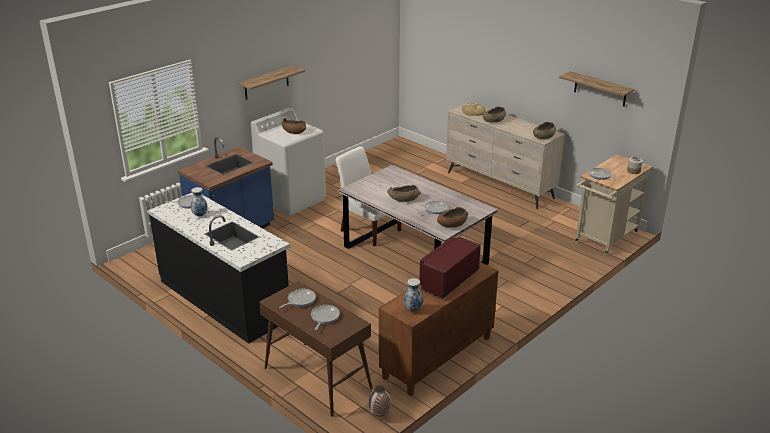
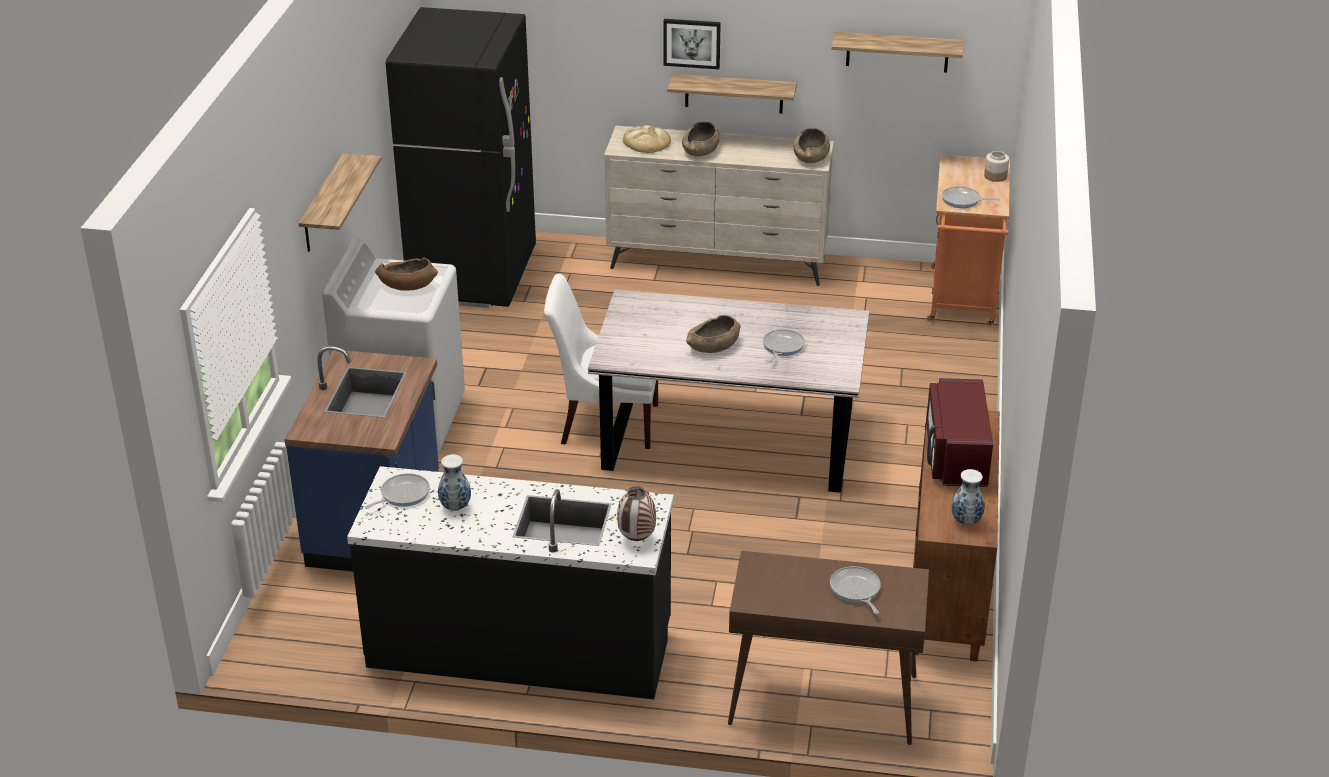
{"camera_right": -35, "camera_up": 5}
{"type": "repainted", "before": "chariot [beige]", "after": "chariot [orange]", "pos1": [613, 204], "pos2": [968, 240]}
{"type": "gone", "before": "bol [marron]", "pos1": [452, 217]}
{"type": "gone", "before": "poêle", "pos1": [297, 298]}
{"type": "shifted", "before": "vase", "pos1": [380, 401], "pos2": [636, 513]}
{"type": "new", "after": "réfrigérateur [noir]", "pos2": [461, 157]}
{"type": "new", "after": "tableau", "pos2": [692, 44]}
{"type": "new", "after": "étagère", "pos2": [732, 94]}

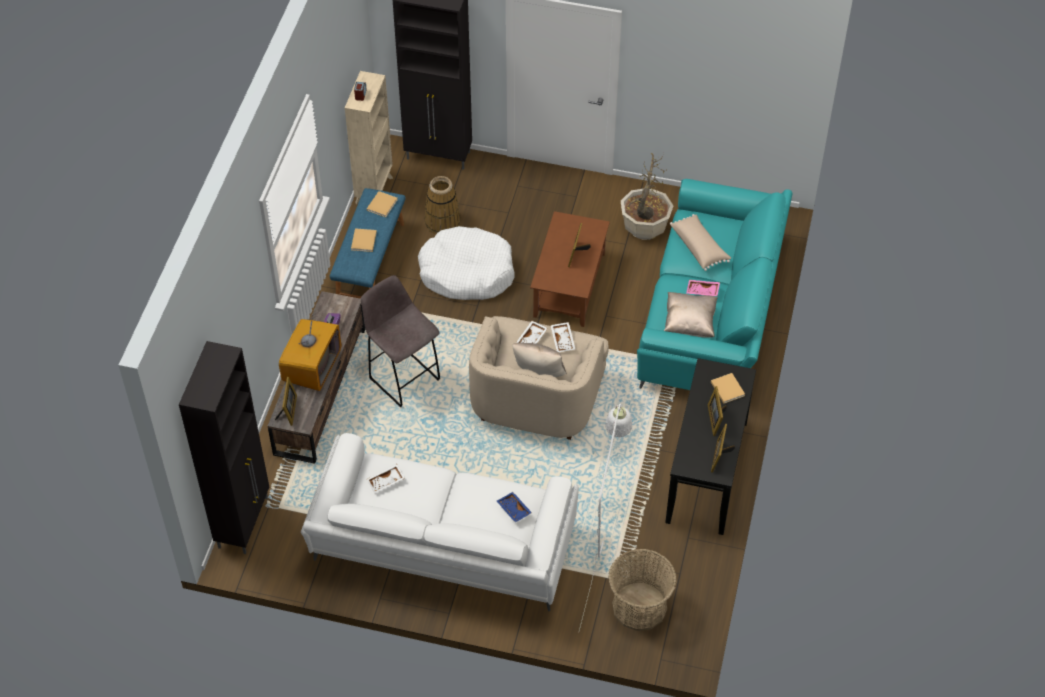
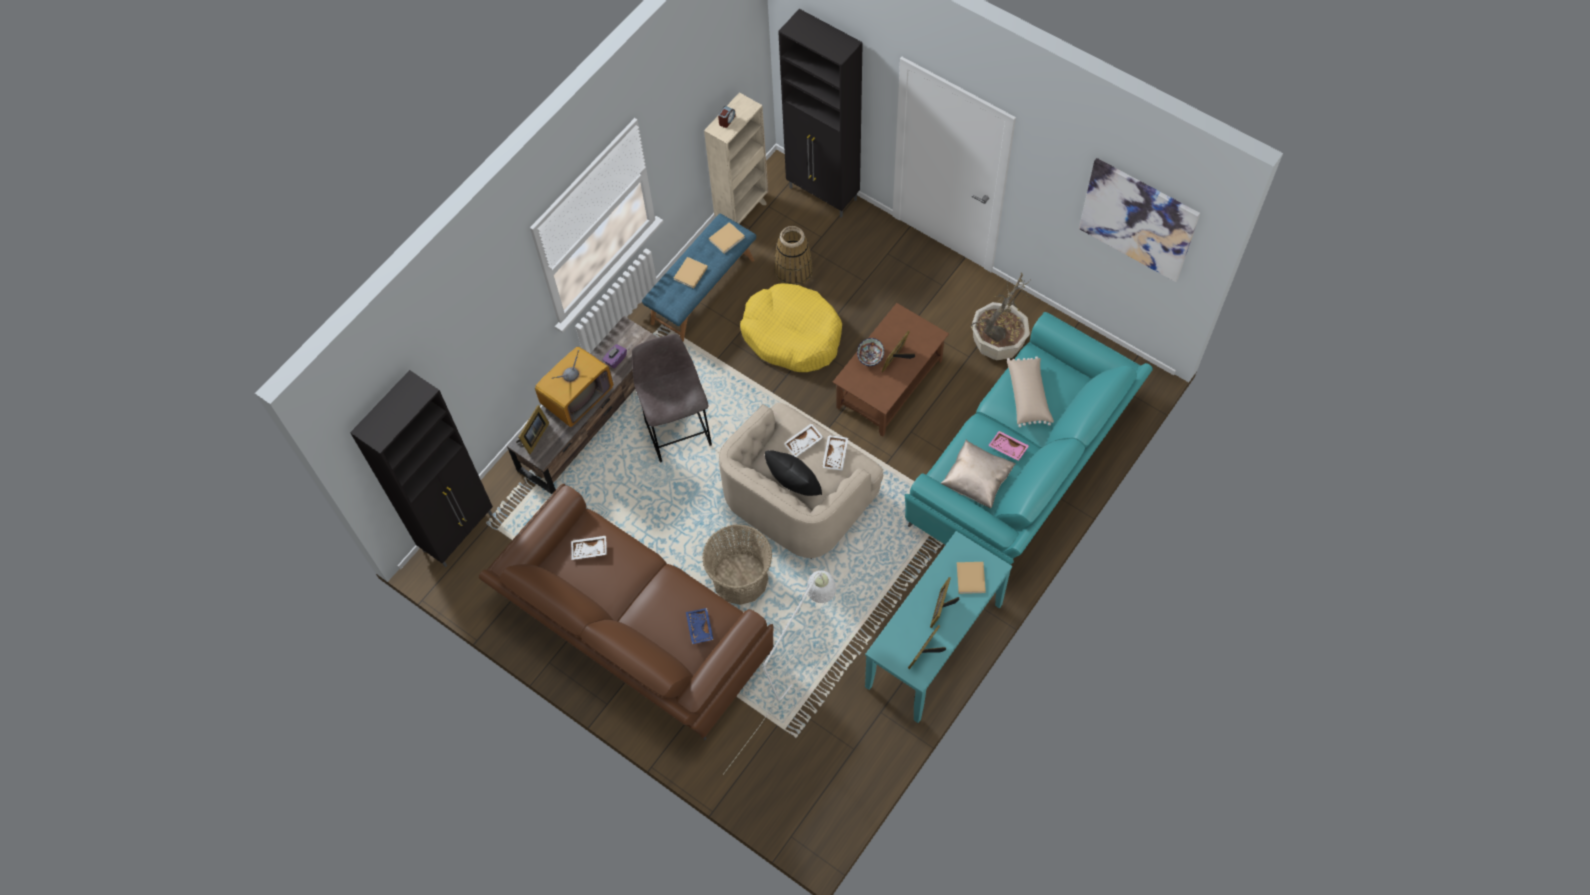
{"camera_right": 25, "camera_up": 10}
{"type": "repainted", "before": "panier pour chien [blanc]", "after": "panier pour chien [jaune]", "pos1": [466, 263], "pos2": [791, 327]}
{"type": "repainted", "before": "coussin [beige]", "after": "coussin [noir]", "pos1": [539, 360], "pos2": [793, 473]}
{"type": "repainted", "before": "table console [noir]", "after": "table console [turquoise]", "pos1": [710, 446], "pos2": [938, 627]}
{"type": "repainted", "before": "canapé [blanc]", "after": "canapé [marron]", "pos1": [440, 522], "pos2": [626, 612]}
{"type": "shifted", "before": "panier", "pos1": [642, 590], "pos2": [737, 564]}
{"type": "new", "after": "tableau", "pos2": [1139, 220]}
{"type": "new", "after": "bol", "pos2": [870, 352]}

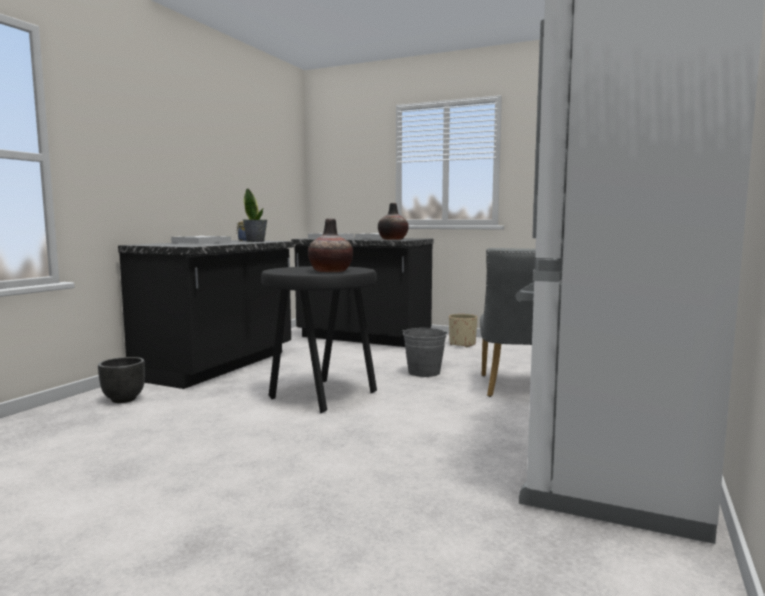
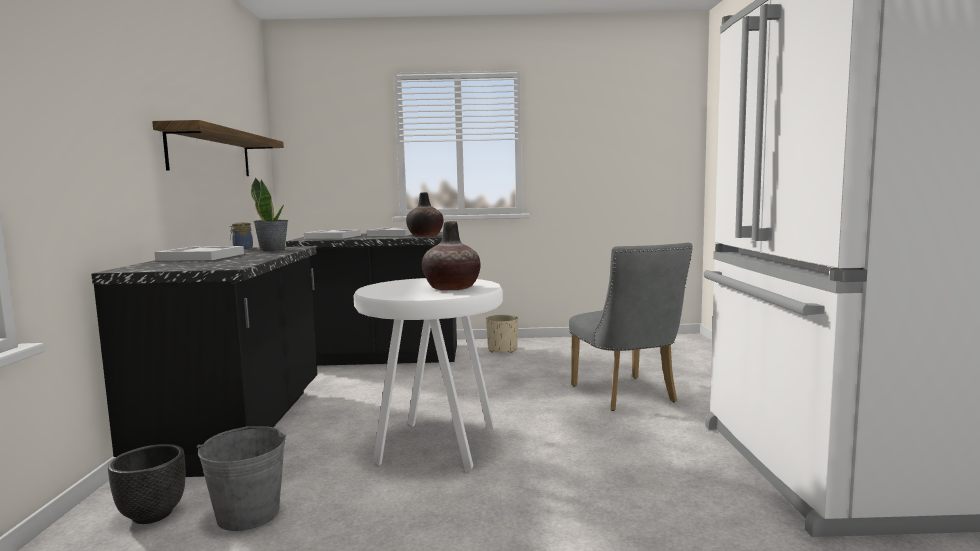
{"camera_right": -25, "camera_up": 0}
{"type": "repainted", "before": "tabouret [noir]", "after": "tabouret [blanc]", "pos1": [319, 339], "pos2": [428, 375]}
{"type": "shifted", "before": "seau [gris]", "pos1": [425, 352], "pos2": [241, 478]}
{"type": "new", "after": "étagère", "pos2": [218, 148]}

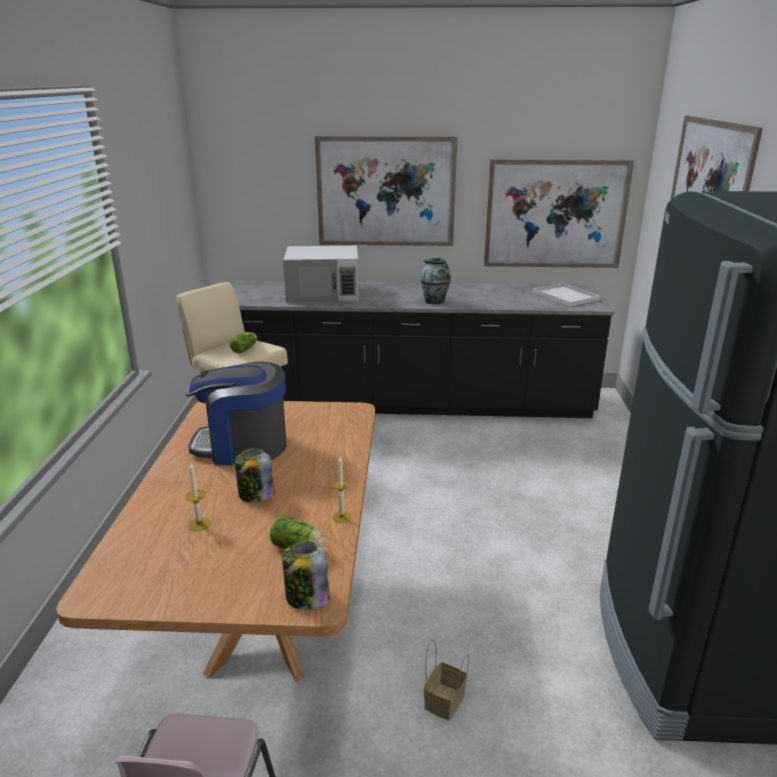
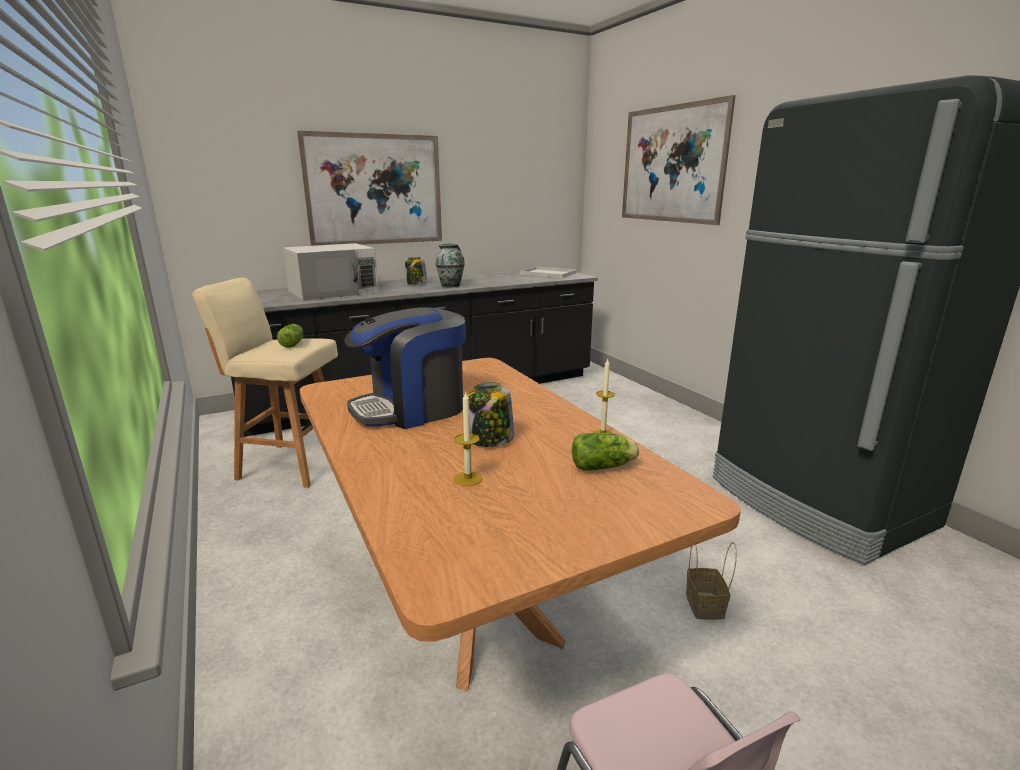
{"camera_right": -30, "camera_up": -5}
{"type": "gone", "before": "tableau", "pos1": [559, 213]}
{"type": "shifted", "before": "bocal", "pos1": [306, 575], "pos2": [416, 271]}

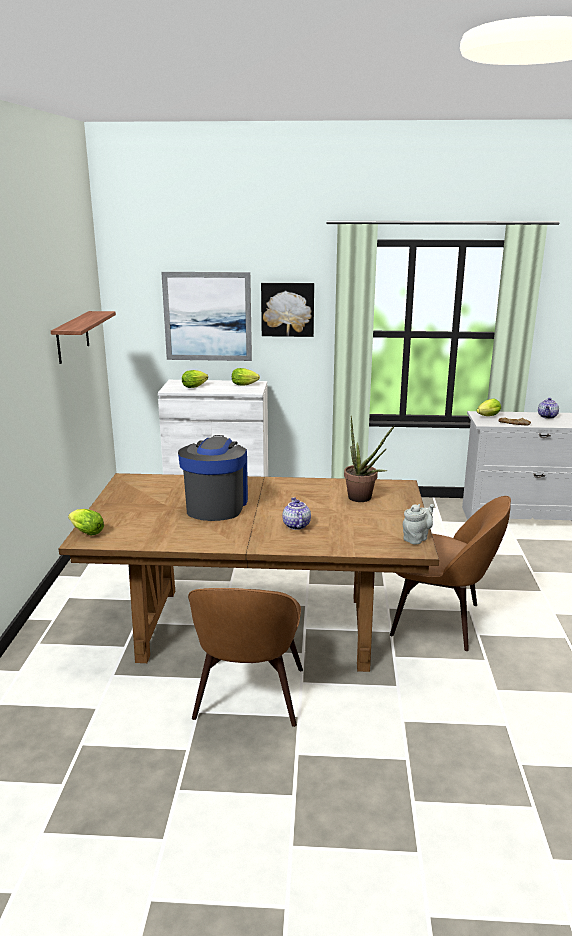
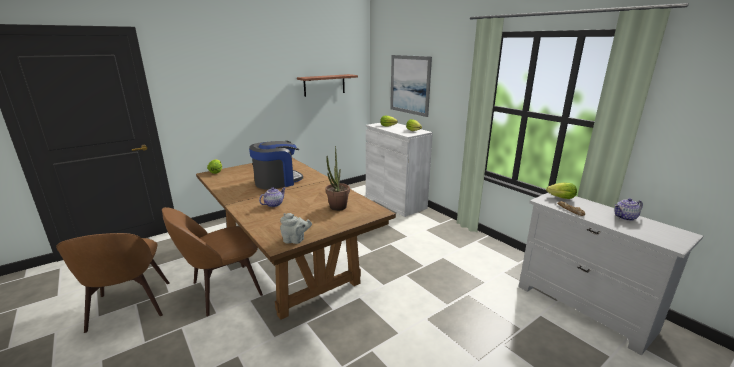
{"camera_right": 50, "camera_up": 0}
{"type": "gone", "before": "tableau", "pos1": [287, 310]}
{"type": "shifted", "before": "chaise [marron]", "pos1": [450, 573], "pos2": [112, 283]}

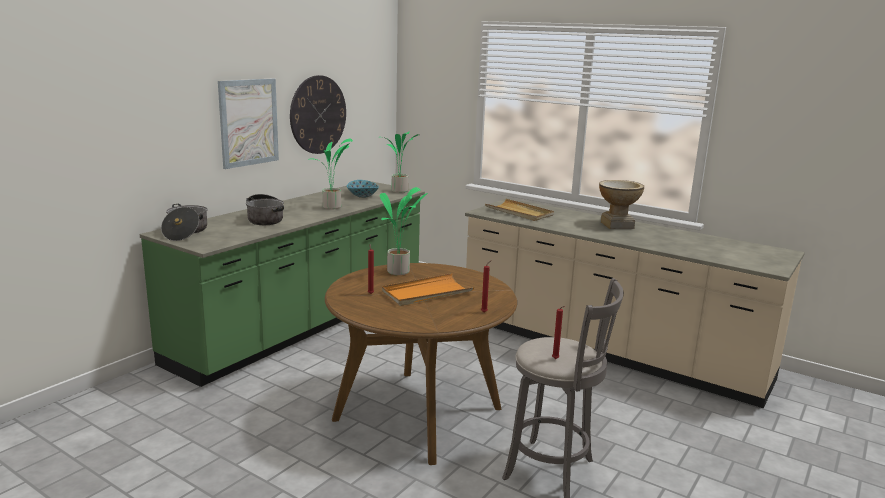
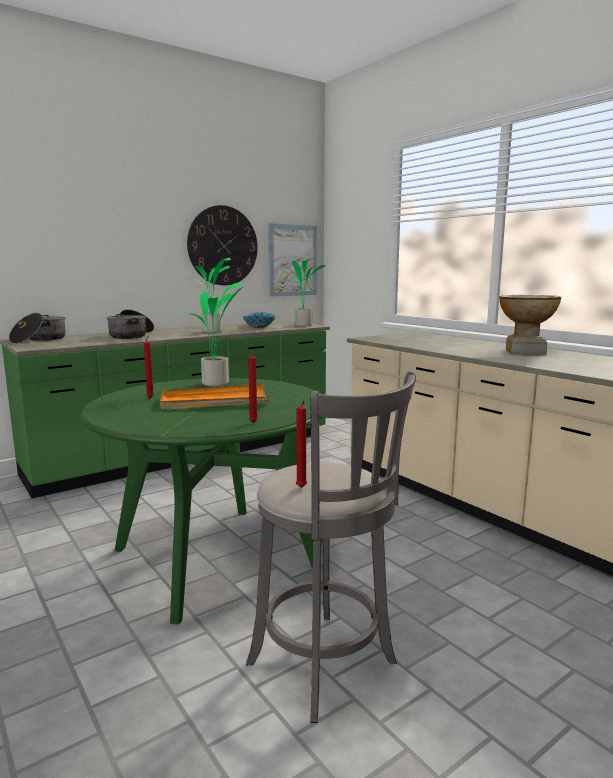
{"camera_right": 20, "camera_up": -5}
{"type": "shifted", "before": "tableau", "pos1": [248, 123], "pos2": [292, 260]}
{"type": "gone", "before": "plateau [beige]", "pos1": [519, 210]}
{"type": "repainted", "before": "table à manger [marron]", "after": "table à manger [vert]", "pos1": [421, 364], "pos2": [201, 501]}

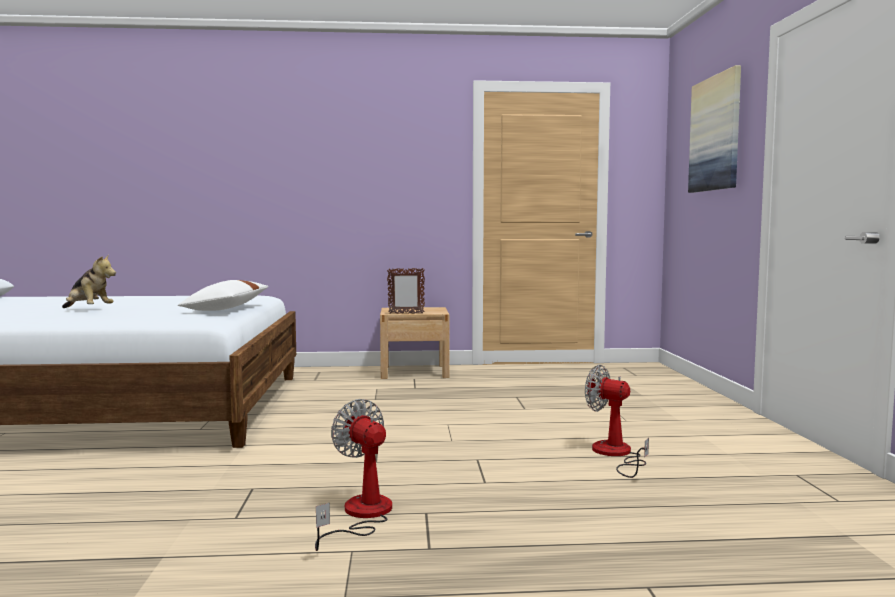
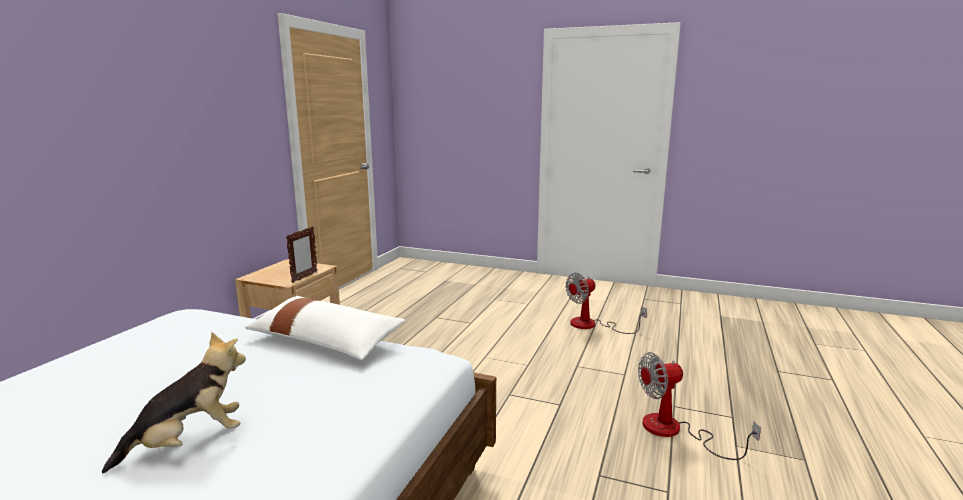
{"camera_right": -65, "camera_up": 10}
{"type": "gone", "before": "tableau", "pos1": [714, 129]}

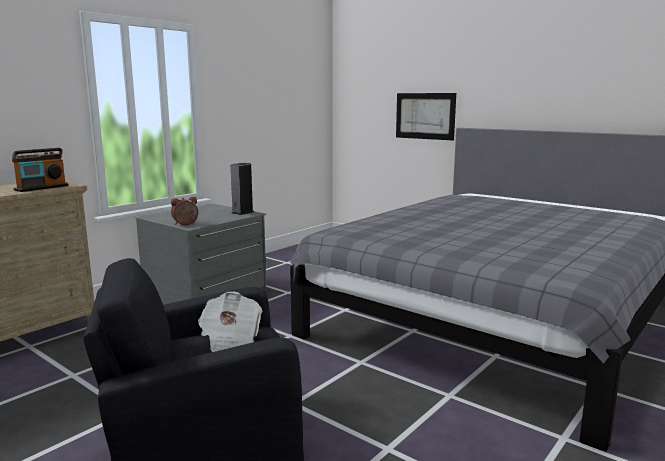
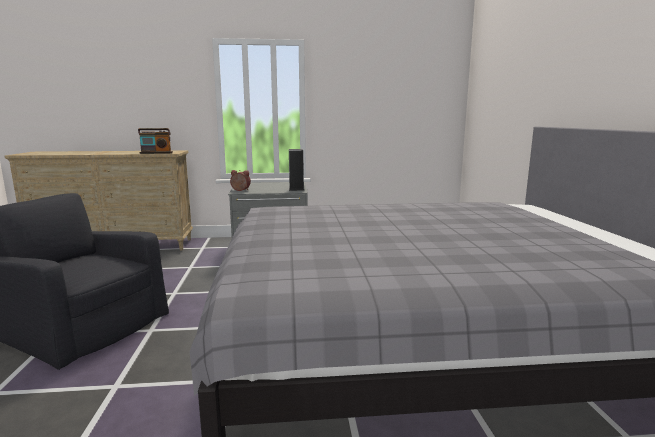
{"camera_right": 45, "camera_up": 0}
{"type": "gone", "before": "tableau", "pos1": [426, 117]}
{"type": "gone", "before": "journal", "pos1": [230, 322]}

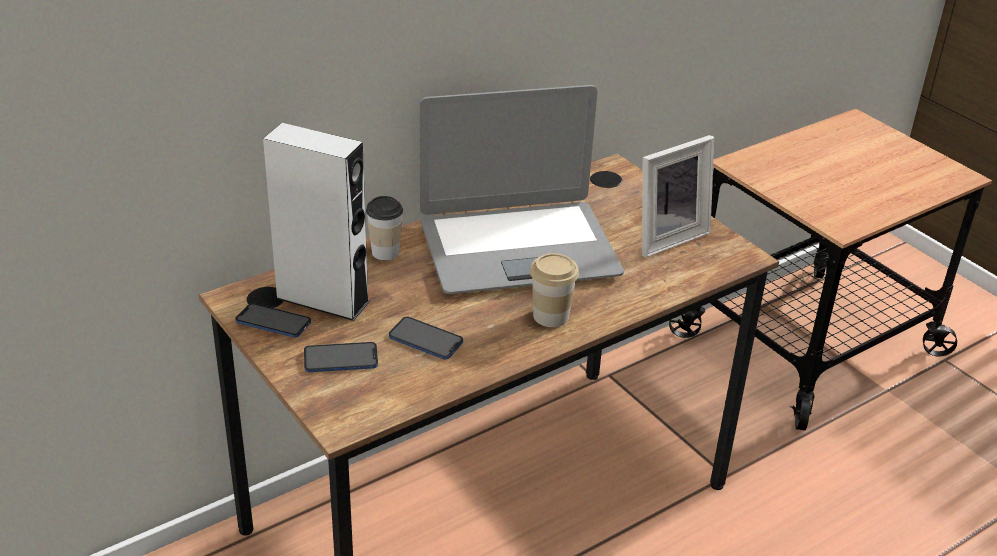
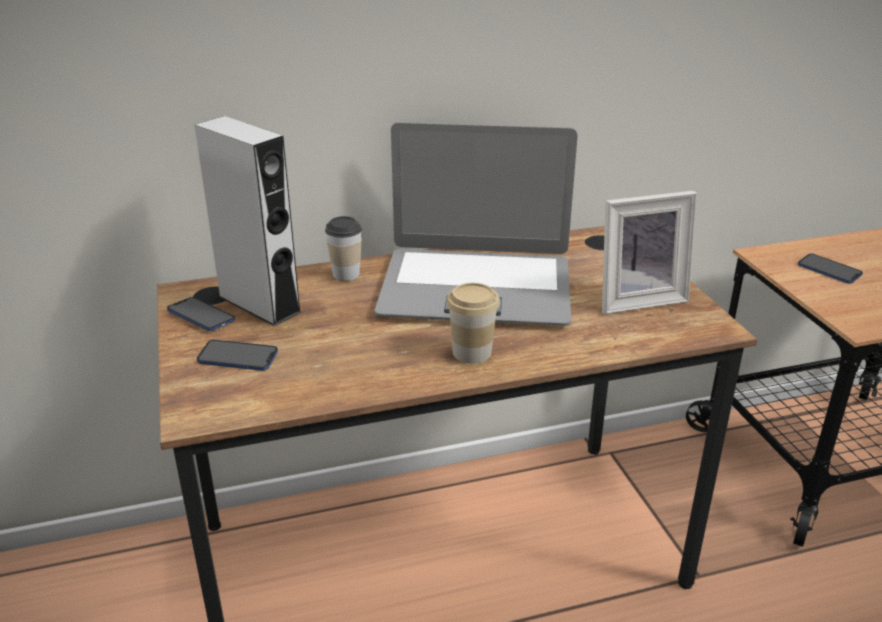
{"camera_right": 20, "camera_up": -5}
{"type": "shifted", "before": "téléphone", "pos1": [426, 338], "pos2": [830, 269]}

